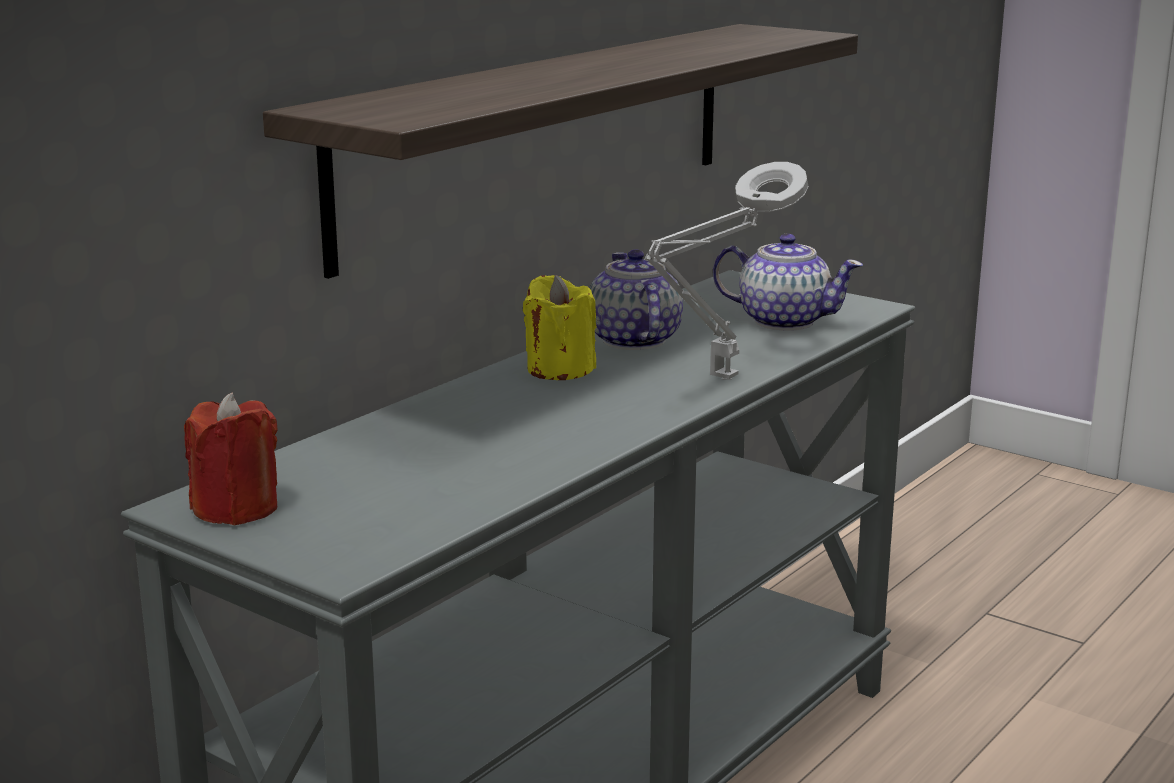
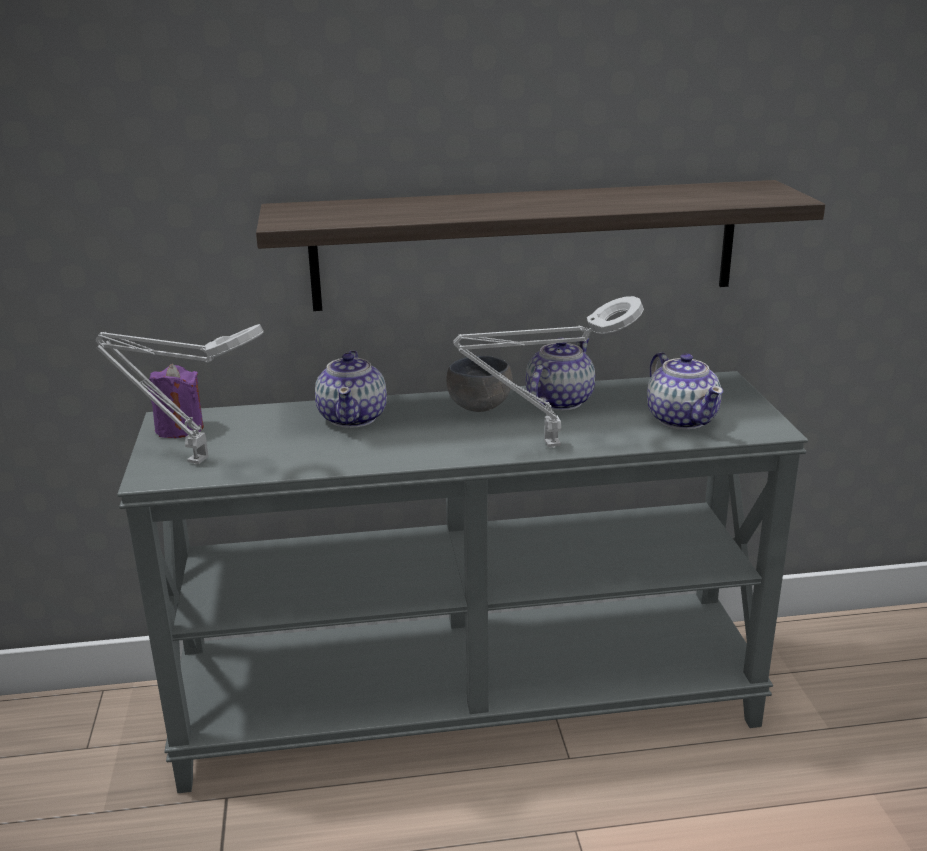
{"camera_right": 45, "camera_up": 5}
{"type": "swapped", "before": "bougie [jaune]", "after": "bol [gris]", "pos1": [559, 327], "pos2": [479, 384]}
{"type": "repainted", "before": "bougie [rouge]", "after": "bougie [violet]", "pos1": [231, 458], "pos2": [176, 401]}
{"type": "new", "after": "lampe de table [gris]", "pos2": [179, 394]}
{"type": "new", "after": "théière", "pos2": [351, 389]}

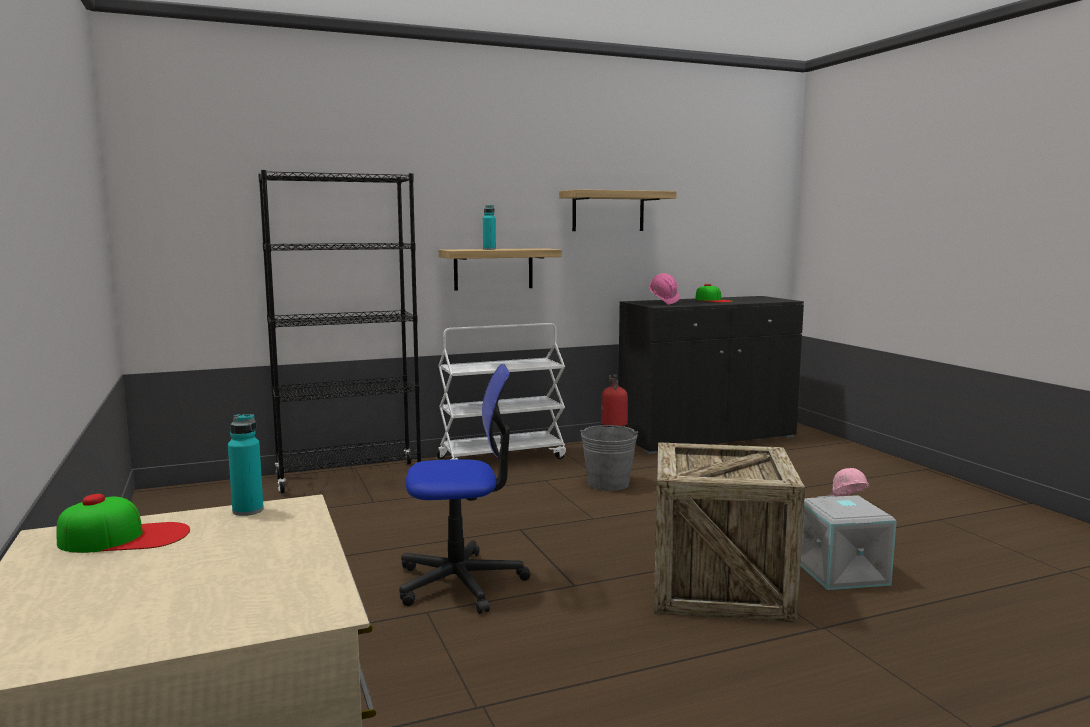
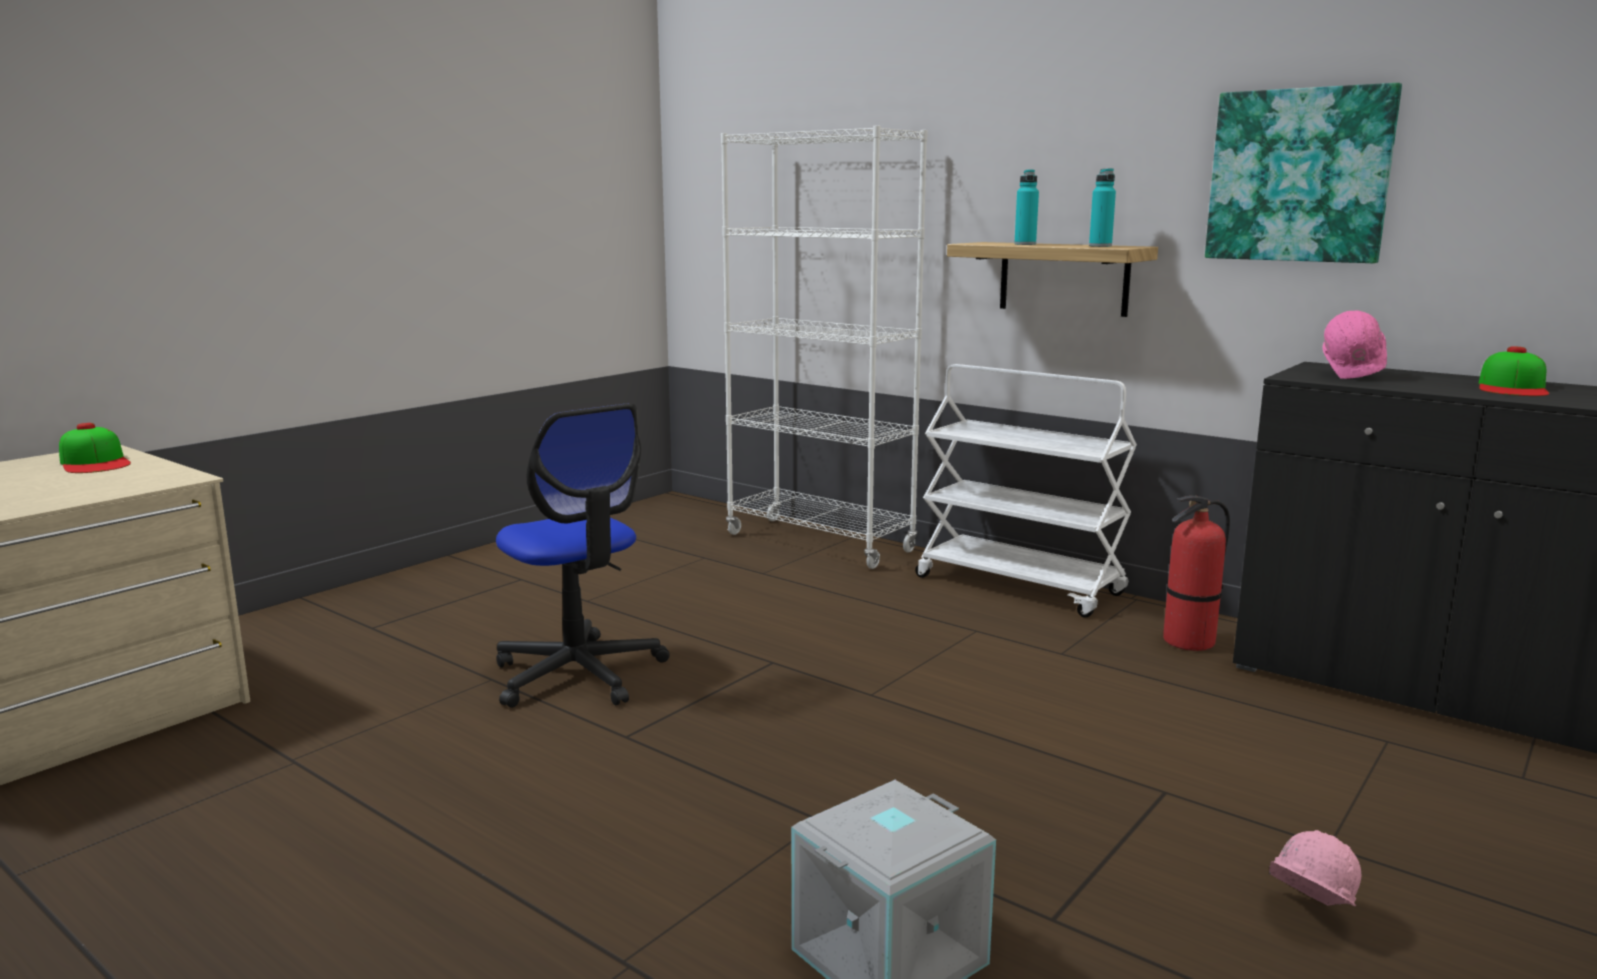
{"camera_right": 60, "camera_up": 5}
{"type": "repainted", "before": "bibliothèque [noir]", "after": "bibliothèque [blanc]", "pos1": [339, 332], "pos2": [824, 347]}
{"type": "swapped", "before": "étagère", "after": "tableau", "pos1": [618, 210], "pos2": [1303, 173]}
{"type": "shifted", "before": "bouteille [turquoise]", "pos1": [246, 465], "pos2": [1102, 207]}
{"type": "gone", "before": "seau [gris]", "pos1": [609, 458]}
{"type": "gone", "before": "caisse", "pos1": [729, 532]}

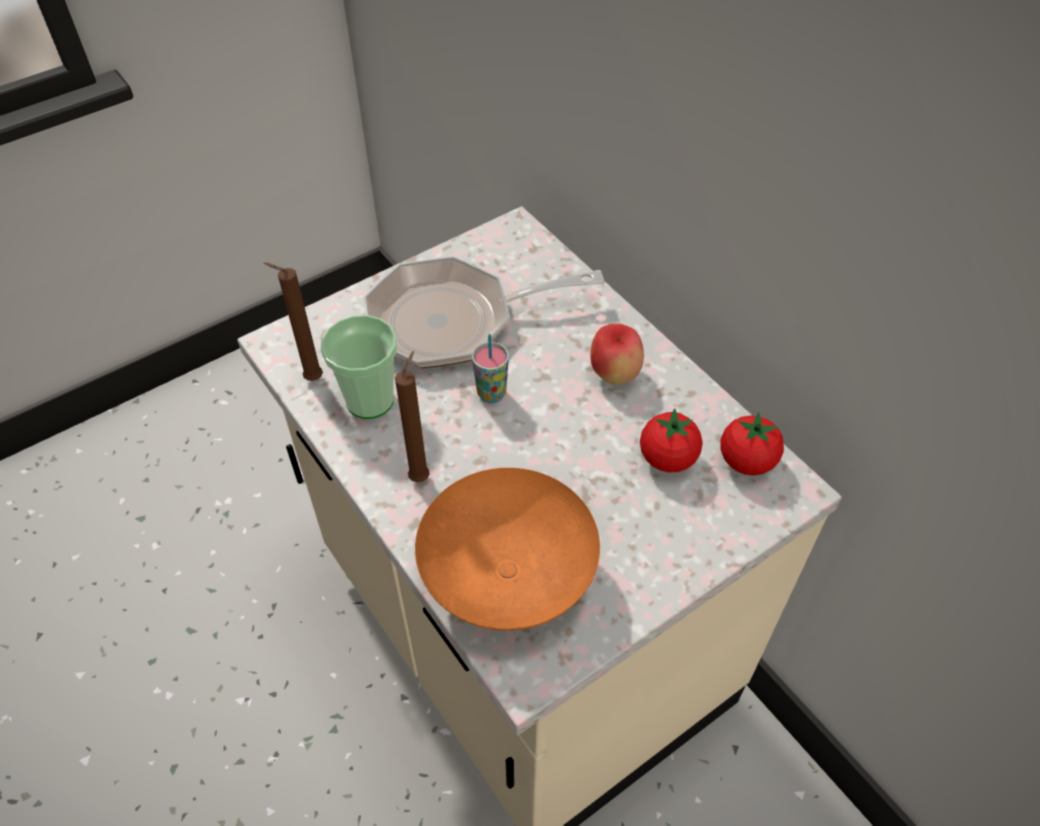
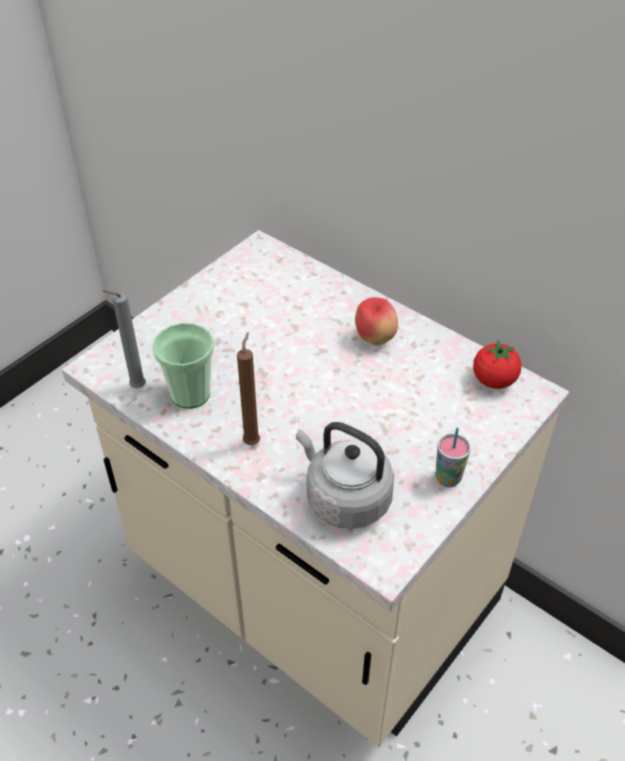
{"camera_right": -15, "camera_up": -5}
{"type": "gone", "before": "poêle", "pos1": [484, 312]}
{"type": "repainted", "before": "bougie [marron]", "after": "bougie [gris]", "pos1": [293, 321], "pos2": [124, 339]}
{"type": "shifted", "before": "tasse", "pos1": [490, 368], "pos2": [453, 457]}
{"type": "gone", "before": "tomate", "pos1": [671, 440]}
{"type": "swapped", "before": "bol [orange]", "after": "bouilloire [gris]", "pos1": [507, 549], "pos2": [345, 475]}

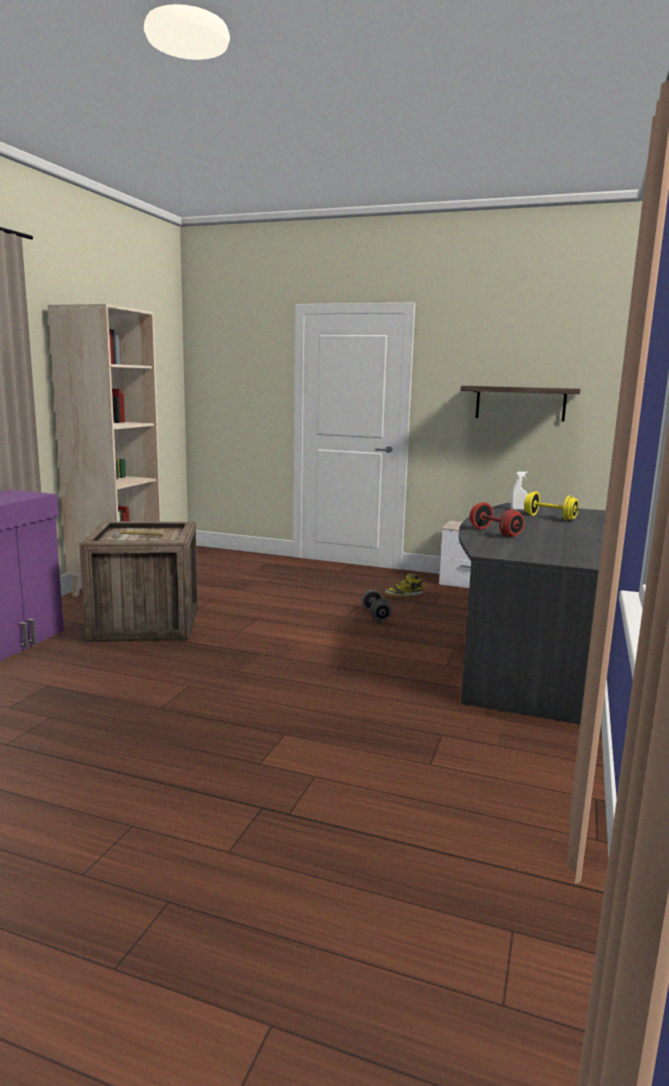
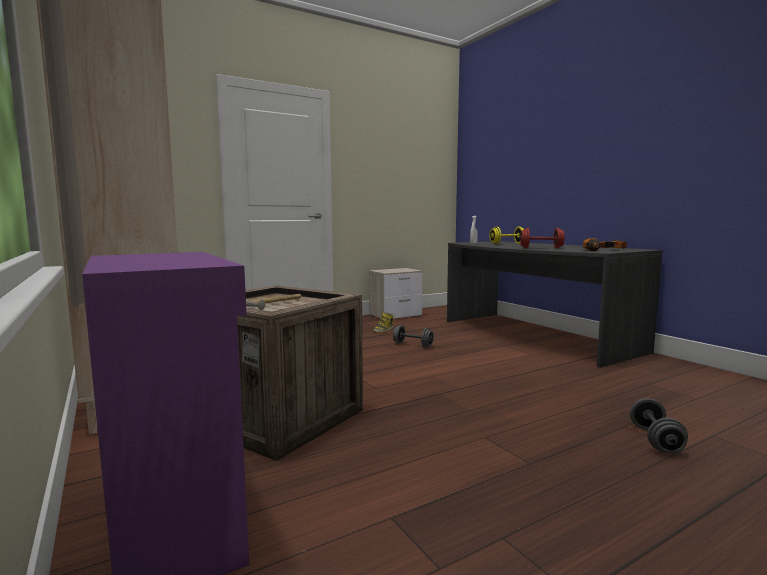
{"camera_right": -50, "camera_up": -5}
{"type": "gone", "before": "étagère", "pos1": [521, 404]}
{"type": "new", "after": "perceuse", "pos2": [605, 244]}
{"type": "new", "after": "haltère [gris]", "pos2": [659, 425]}

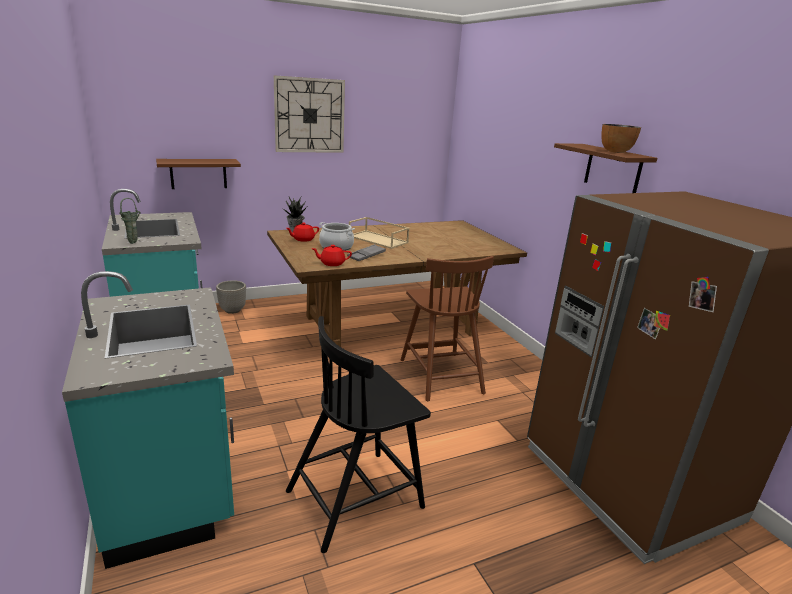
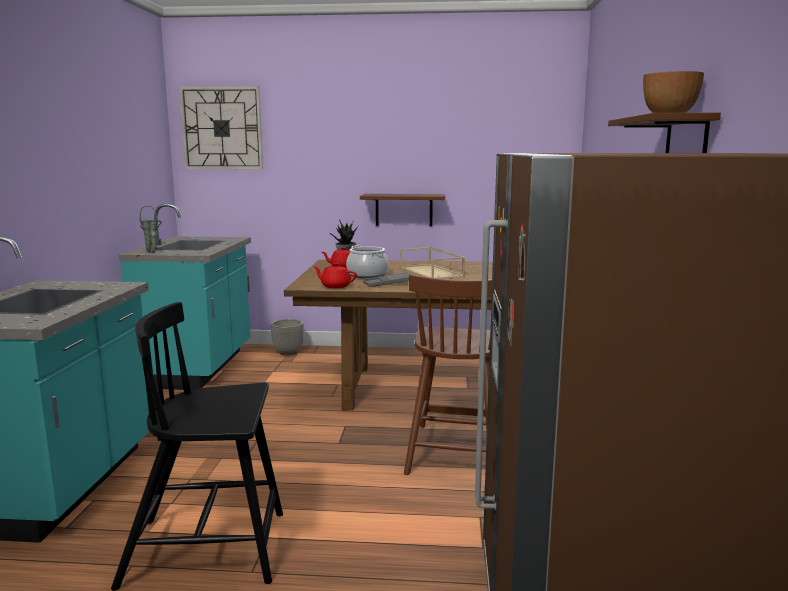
{"camera_right": 30, "camera_up": -10}
{"type": "shifted", "before": "horloge murale", "pos1": [309, 114], "pos2": [221, 127]}
{"type": "shifted", "before": "étagère [marron]", "pos1": [198, 174], "pos2": [402, 210]}

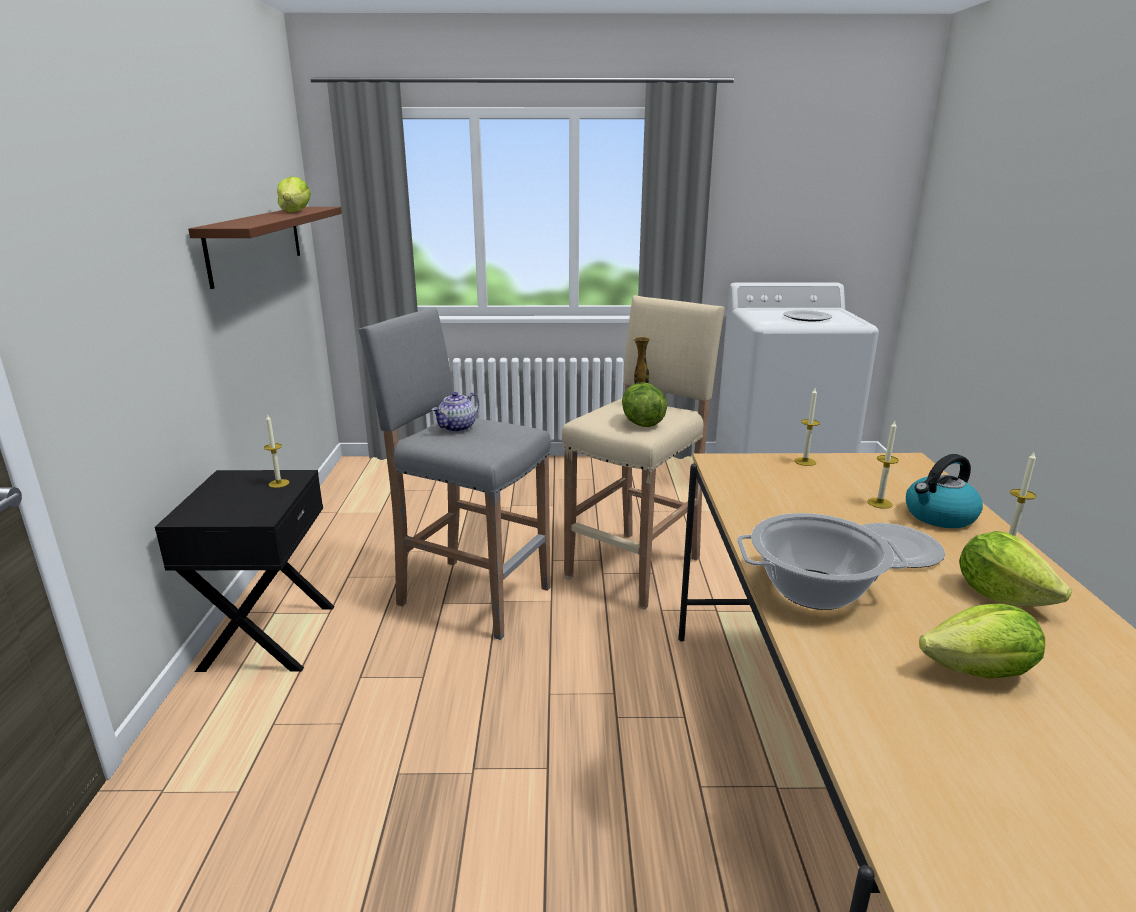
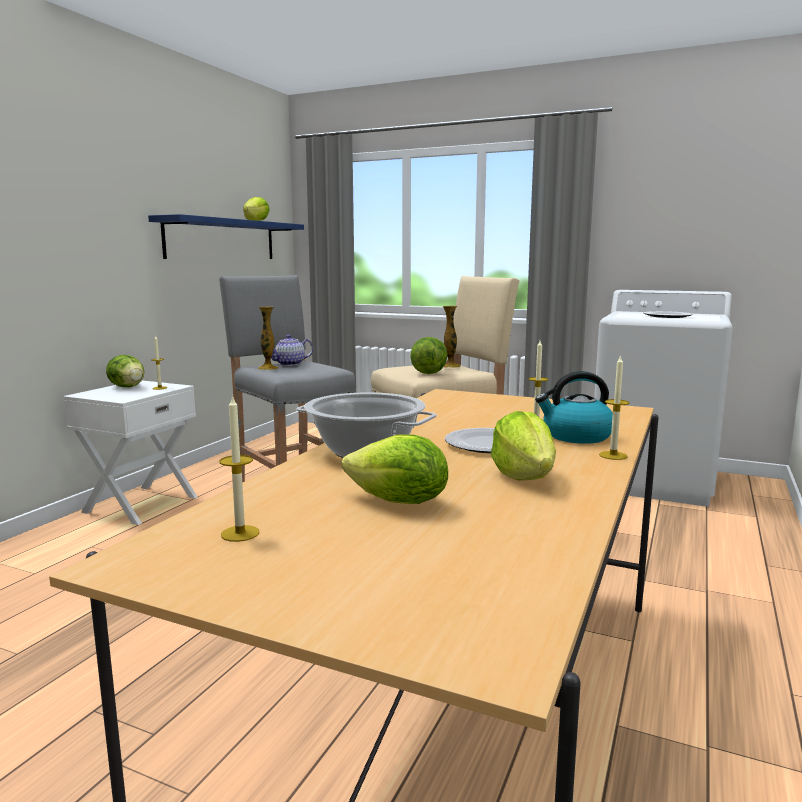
{"camera_right": 25, "camera_up": -10}
{"type": "repainted", "before": "étagère [marron]", "after": "étagère [bleu]", "pos1": [265, 248], "pos2": [226, 236]}
{"type": "shifted", "before": "bougie", "pos1": [807, 427], "pos2": [239, 468]}
{"type": "repainted", "before": "table de chevet [noir]", "after": "table de chevet [blanc]", "pos1": [245, 571], "pos2": [130, 453]}
{"type": "new", "after": "vase", "pos2": [267, 338]}
{"type": "new", "after": "laitue", "pos2": [125, 371]}

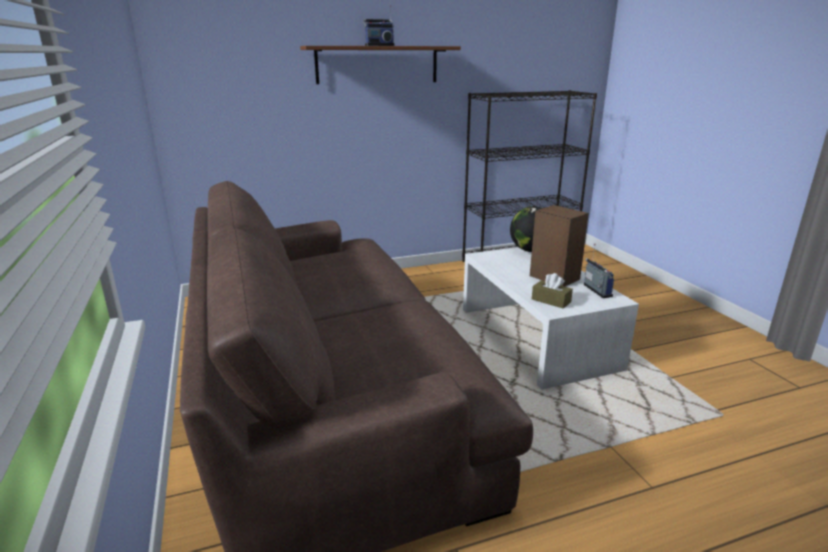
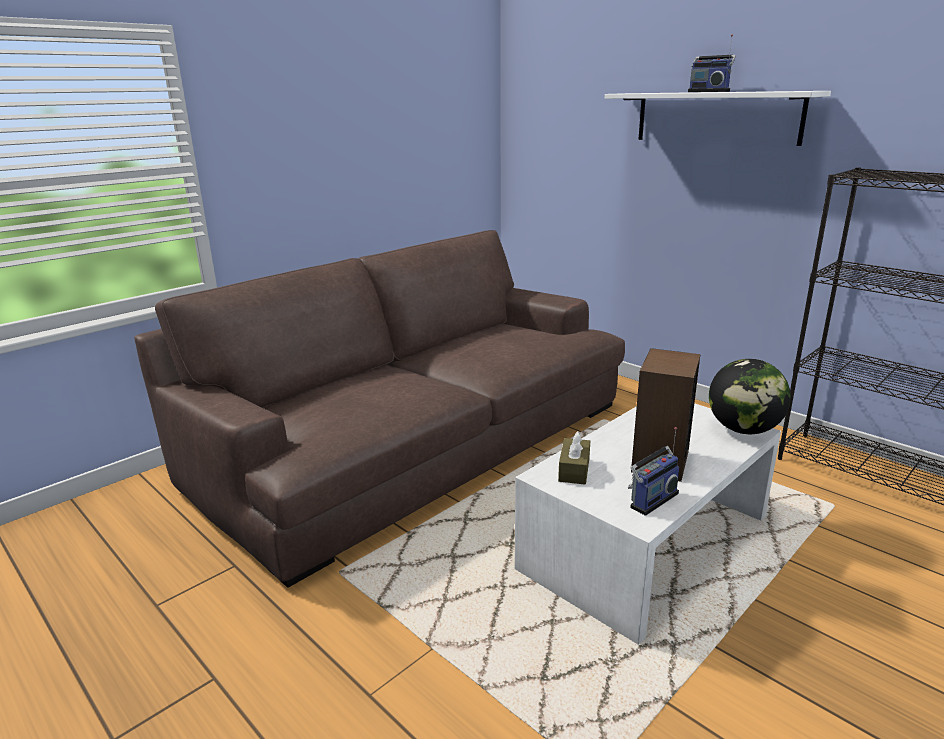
{"camera_right": 65, "camera_up": 0}
{"type": "repainted", "before": "étagère [marron]", "after": "étagère [blanc]", "pos1": [380, 65], "pos2": [718, 118]}

